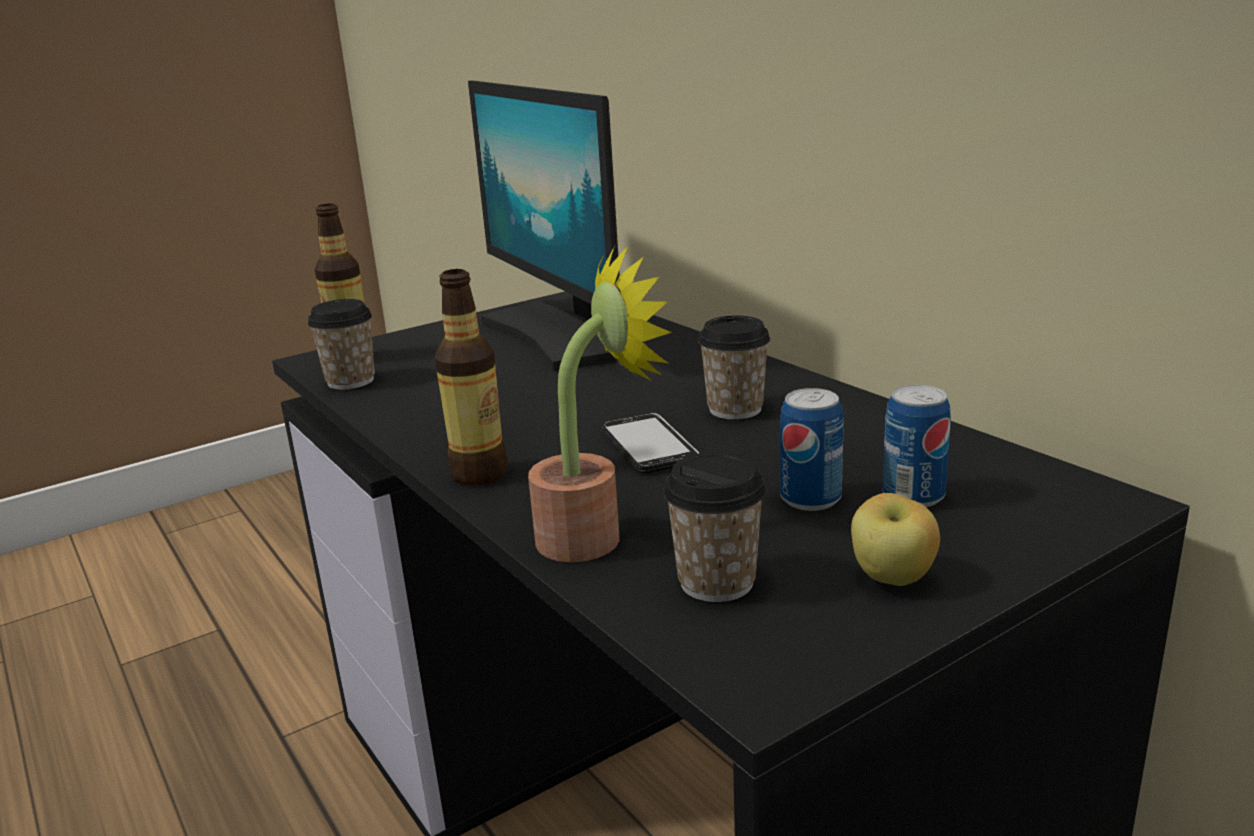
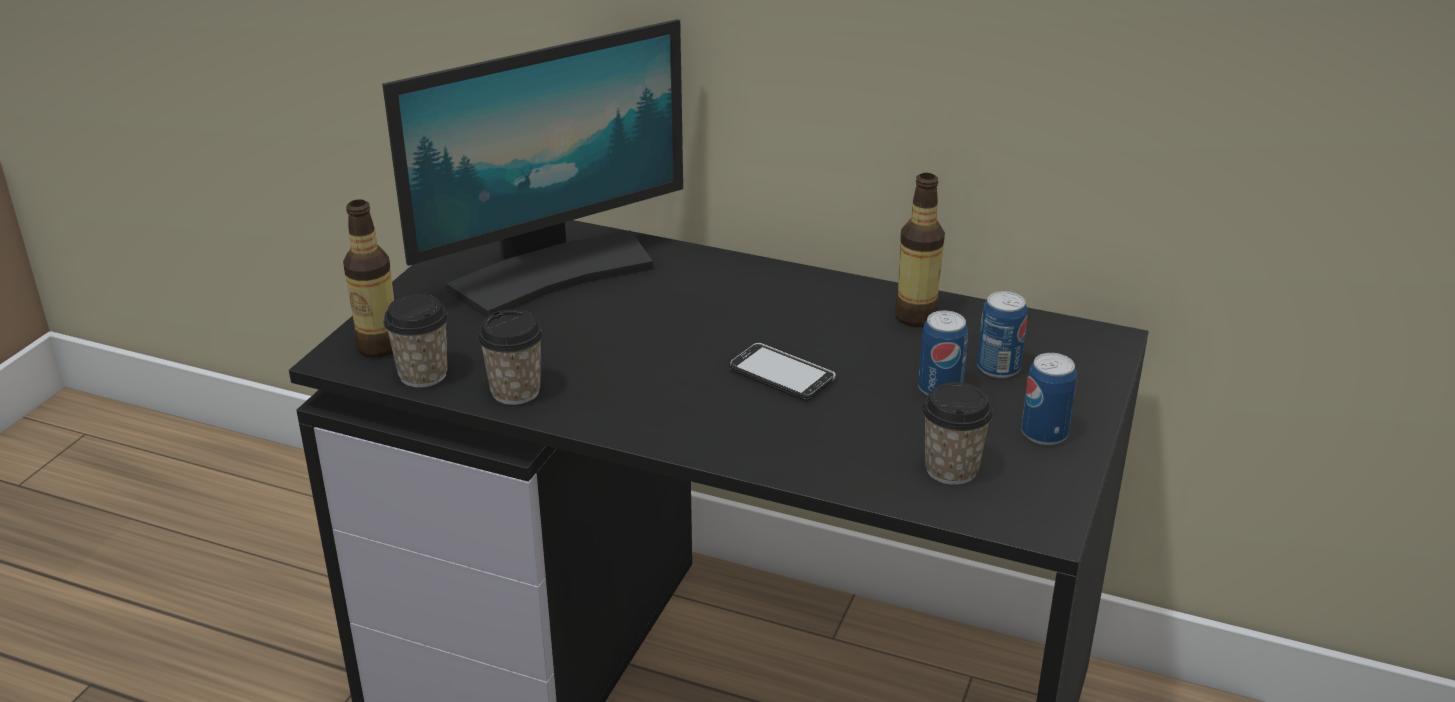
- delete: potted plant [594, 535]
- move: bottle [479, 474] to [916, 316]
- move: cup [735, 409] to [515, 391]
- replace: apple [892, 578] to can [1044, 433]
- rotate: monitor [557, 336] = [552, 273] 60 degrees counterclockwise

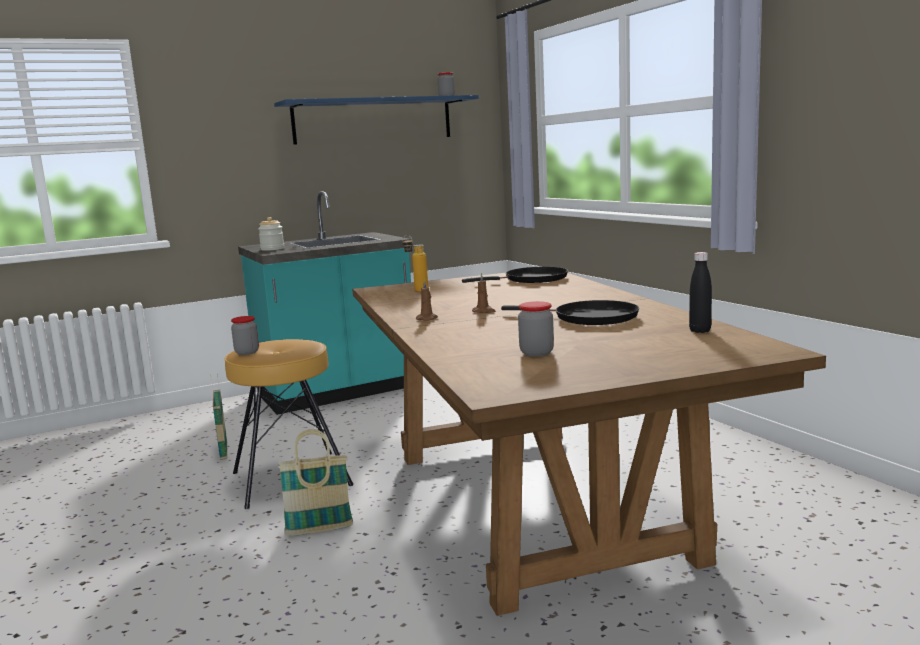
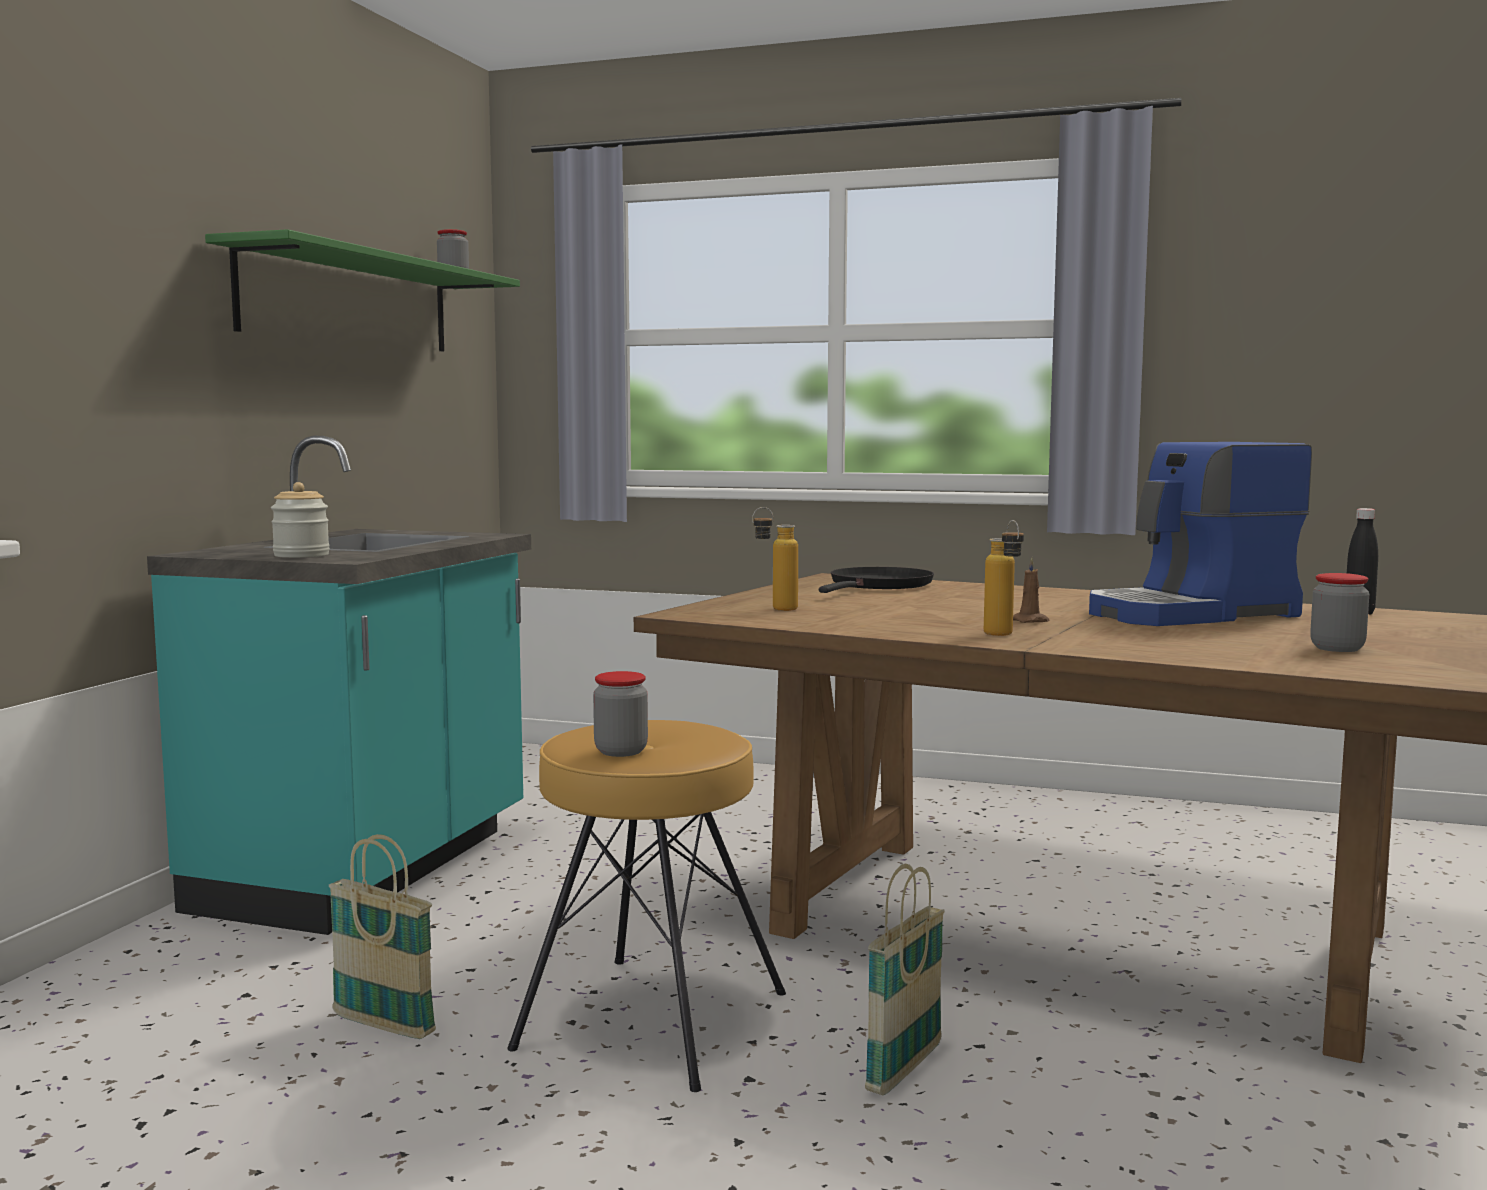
- replace: brown candle [427, 318] to bottle [1003, 635]
- replace: black frying pan [590, 318] to coffee machine [1192, 614]
- recolor: blue shelf [373, 120] to green shelf [349, 302]

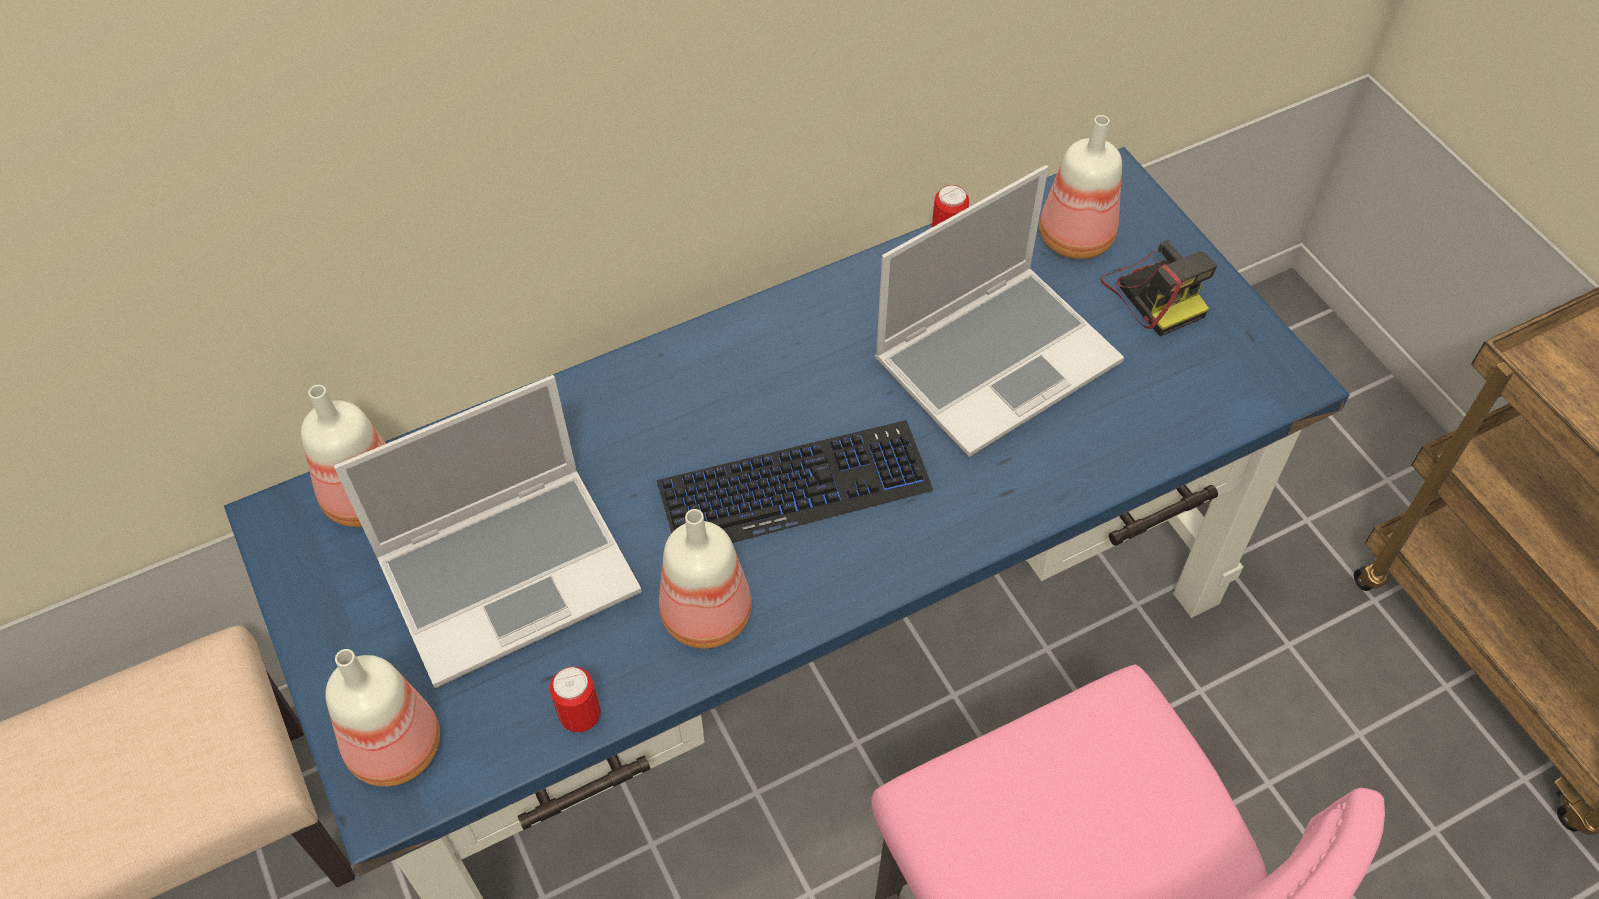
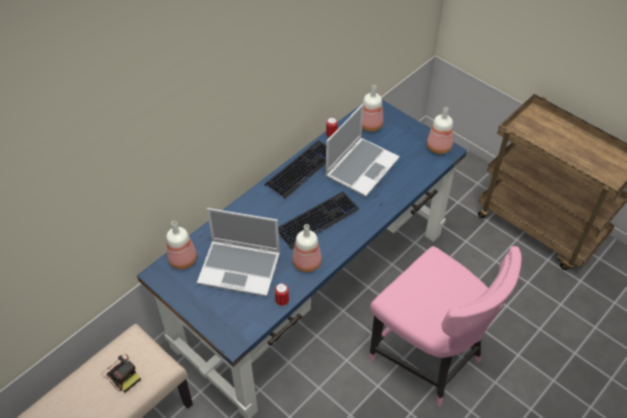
- insert: keyboard [301, 169]
- move: bottle [398, 749] to [439, 147]
- move: photo camera [1154, 293] to [122, 374]
- rotate: laptop [510, 573] = [241, 268] 60 degrees clockwise

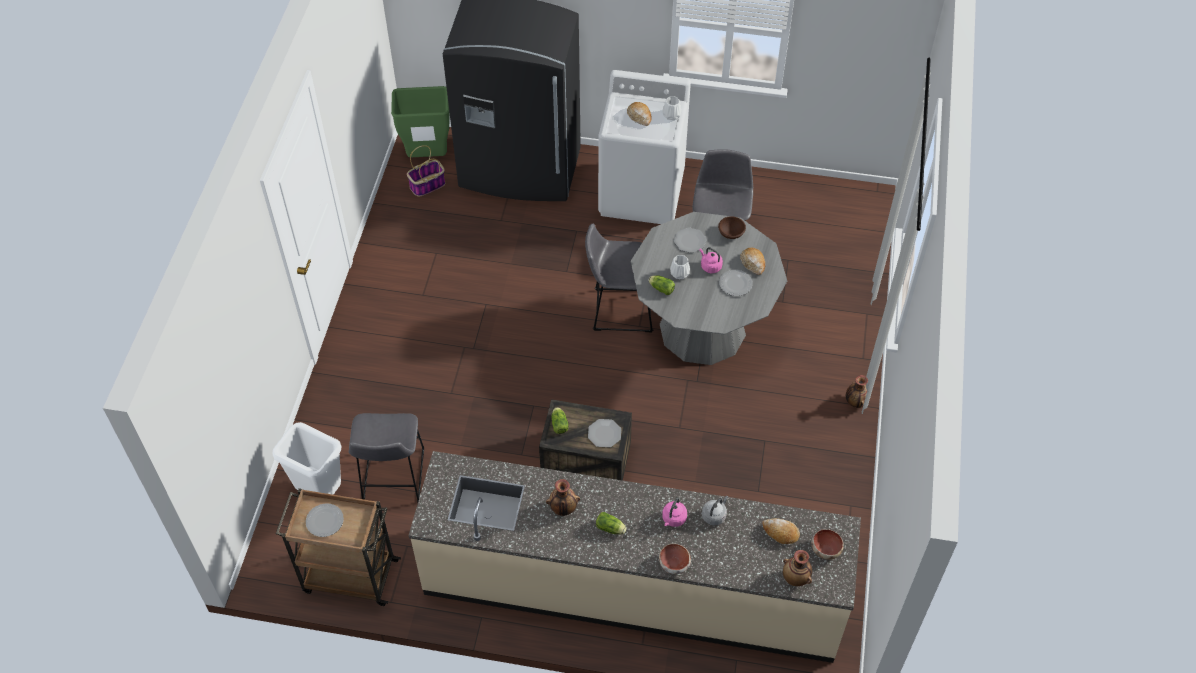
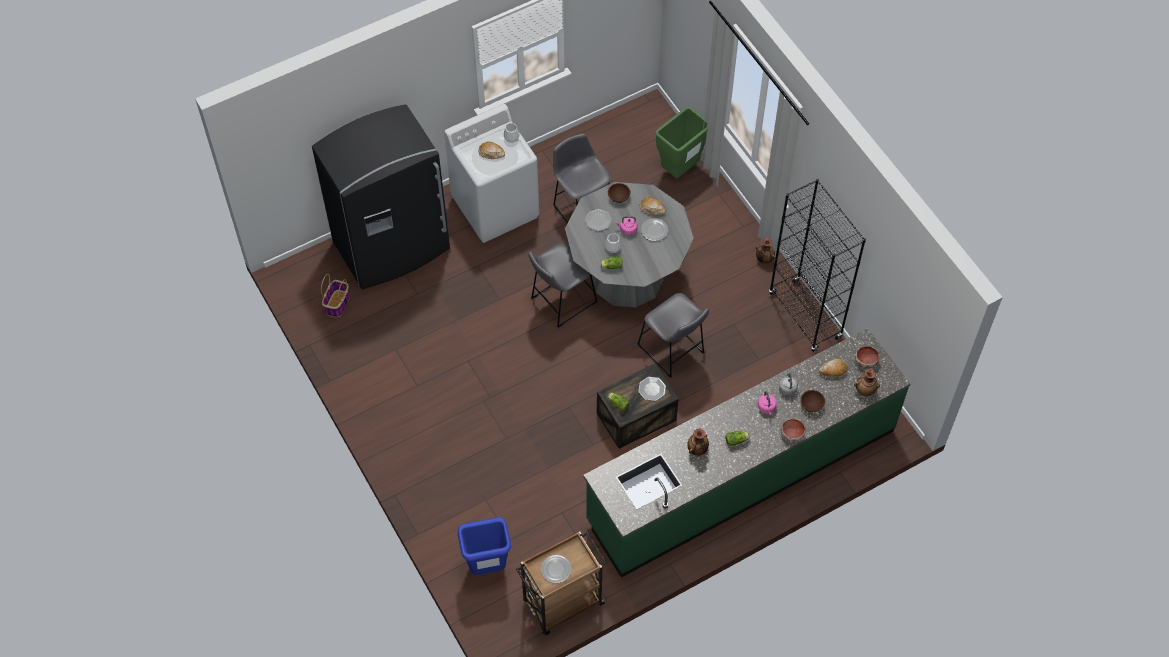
- insert: black bookcase [805, 316]
- insert: brown bowl [812, 405]
- move: grey stool [392, 479] to [672, 351]
- move: green trash can [427, 156] to [679, 170]
- recolor: white trash can [319, 491] to blue trash can [487, 566]
- recolor: beige counter [632, 587] to green counter [741, 475]

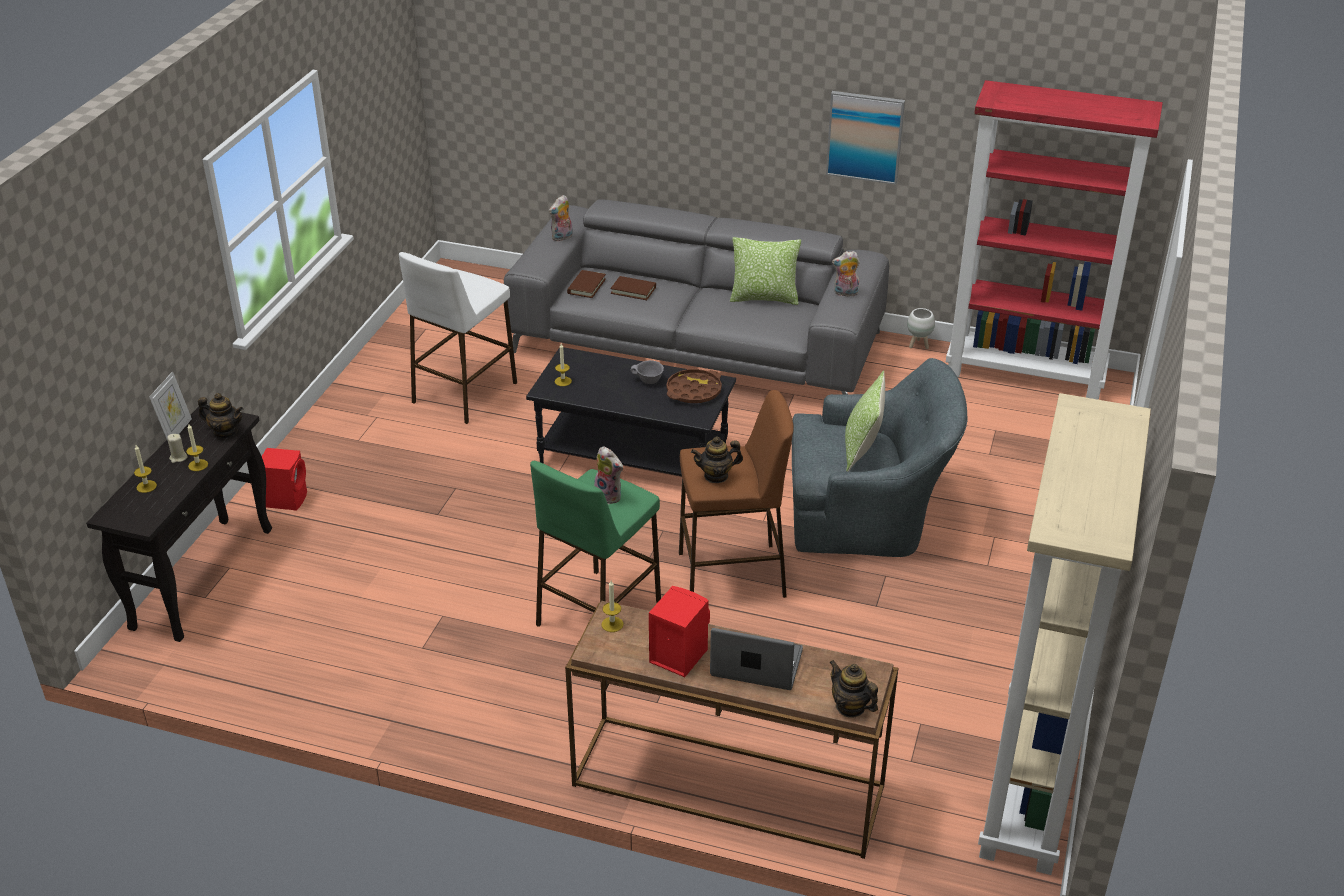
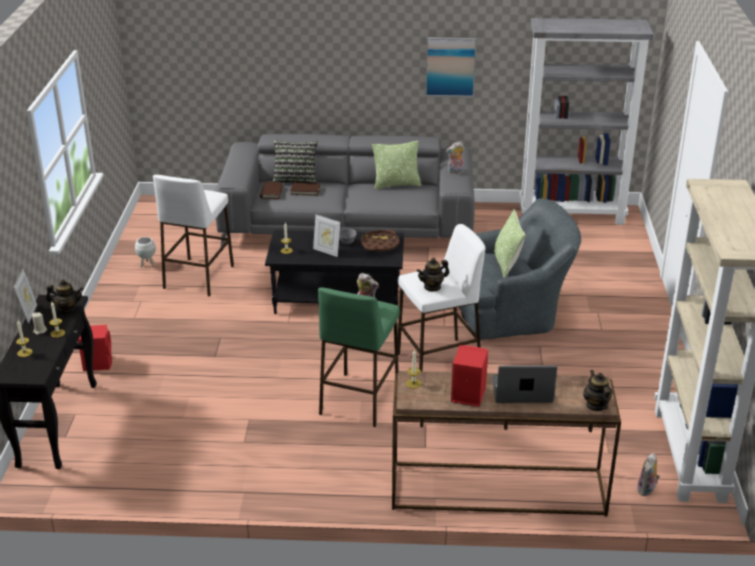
- insert: pillow [295, 180]
- insert: picture frame [327, 251]
- move: plush toy [562, 237] to [647, 490]
- move: white planter [918, 345] to [147, 265]
- recolor: brown stool [732, 574] to white stool [439, 361]
- recolor: red bookcase [1026, 374] to grey bookcase [572, 215]
- rotate: teapot [850, 707] = [596, 405] 45 degrees clockwise

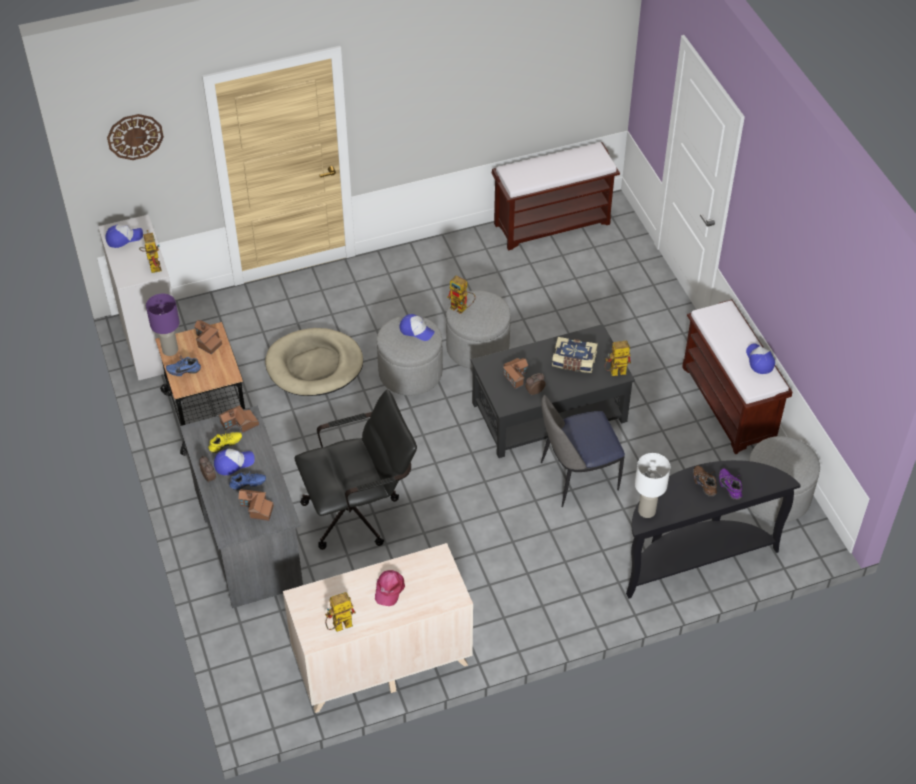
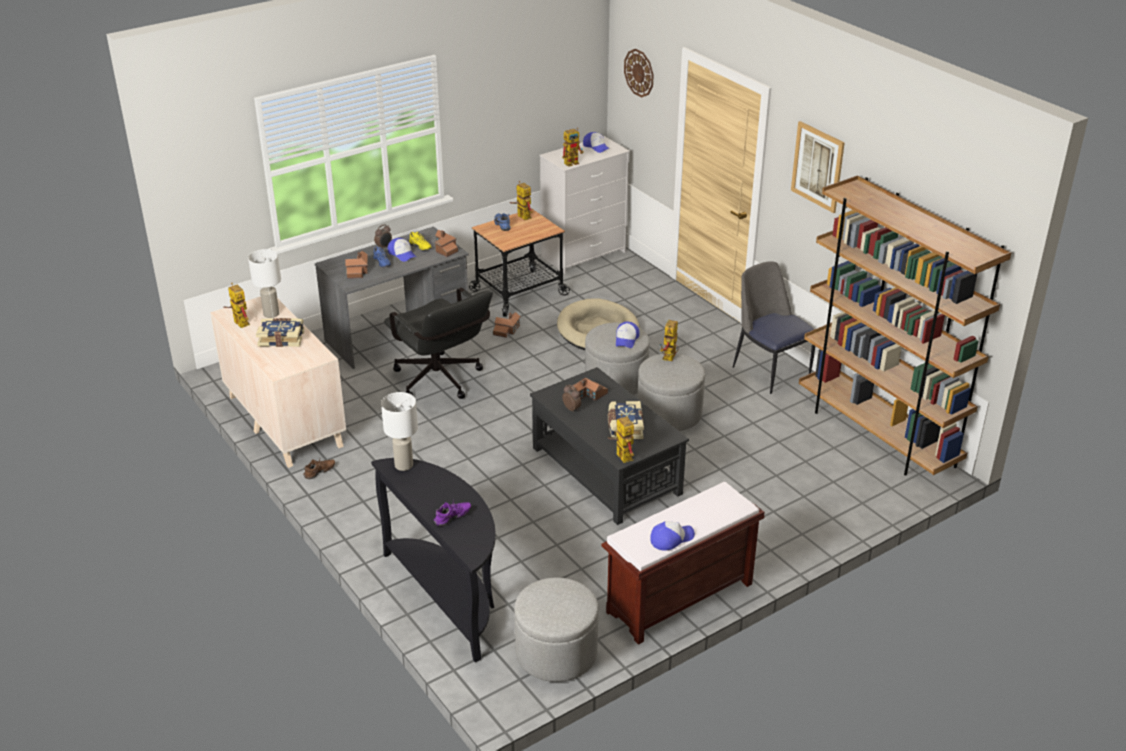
- insert: white table lamp [271, 314]
- insert: picture [817, 166]
- move: toy house [207, 341] to [506, 330]
- move: chair [576, 477] to [769, 371]
- move: brown shoe [705, 483] to [320, 473]
- replace: purple table lamp [170, 350] to toy robot [521, 216]
- replace: pink cap [389, 589] to book [281, 338]
- replace: brown bench [553, 223] to brown bookcase [877, 434]

